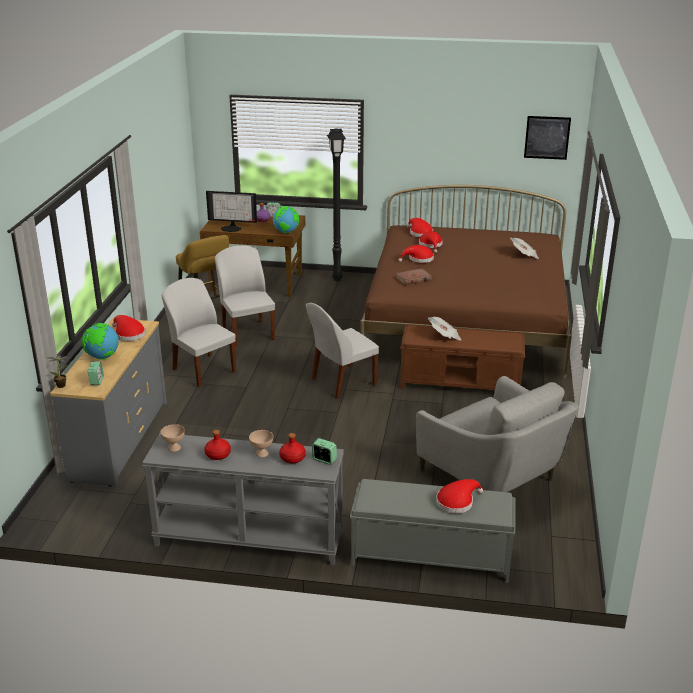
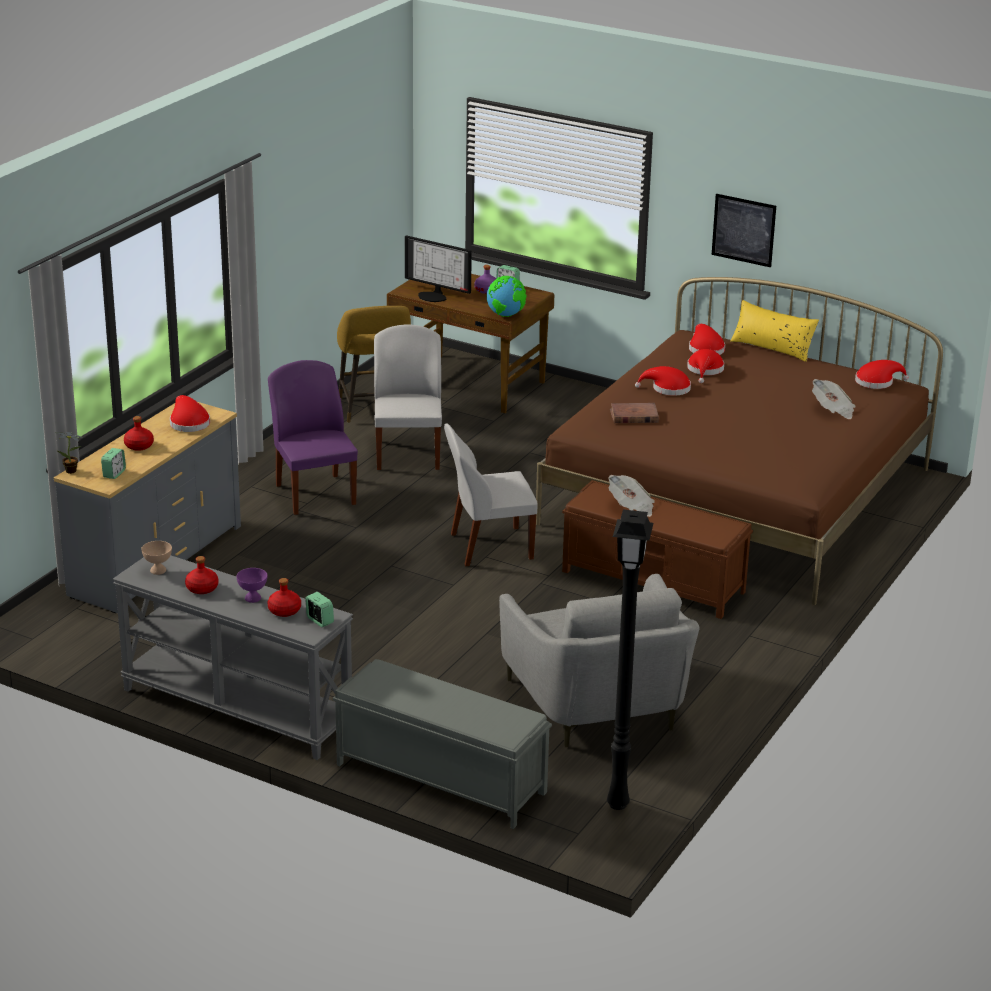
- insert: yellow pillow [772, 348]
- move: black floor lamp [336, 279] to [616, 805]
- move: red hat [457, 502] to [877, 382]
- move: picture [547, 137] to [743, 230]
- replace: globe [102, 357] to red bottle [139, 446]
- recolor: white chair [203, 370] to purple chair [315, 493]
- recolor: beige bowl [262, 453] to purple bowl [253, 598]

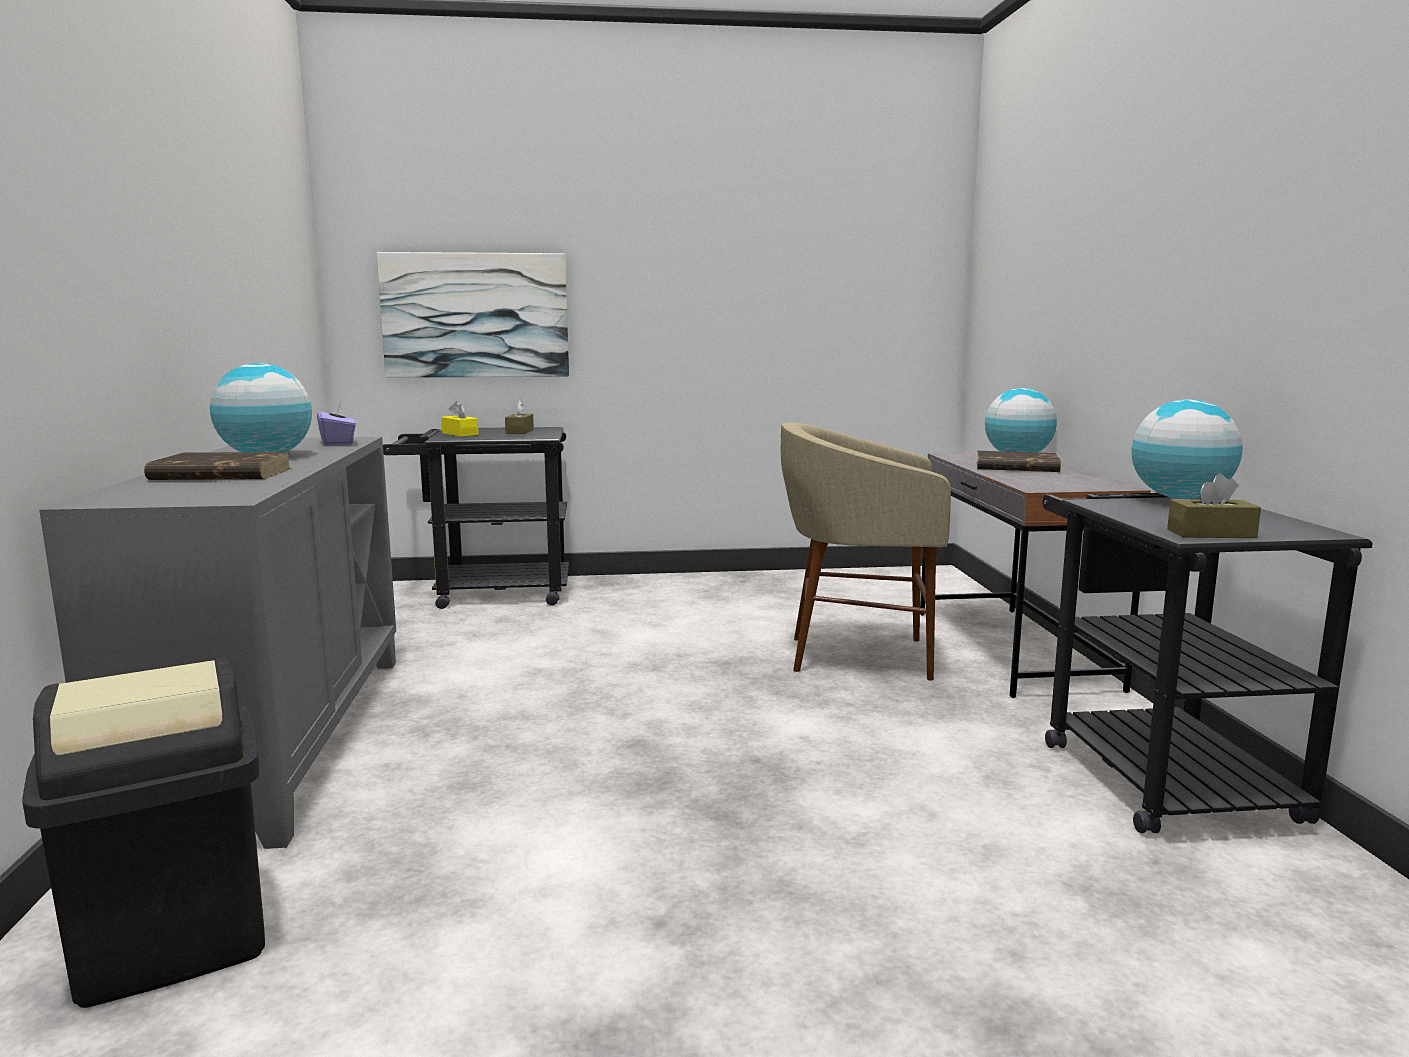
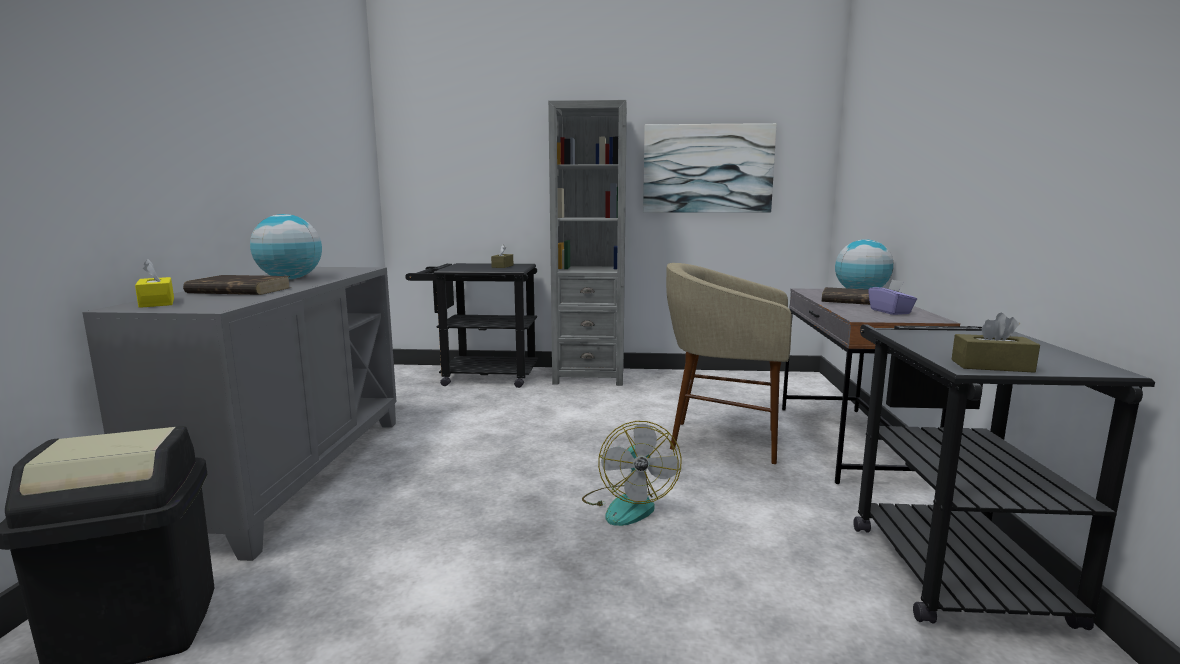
- delete: globe [1179, 498]
- insert: grey bookcase [589, 376]
- insert: fan [628, 505]
- move: purple tissue box [338, 443] to [890, 312]
- move: picture [475, 315] to [707, 169]
- move: yellow tissue box [460, 434] to [157, 302]

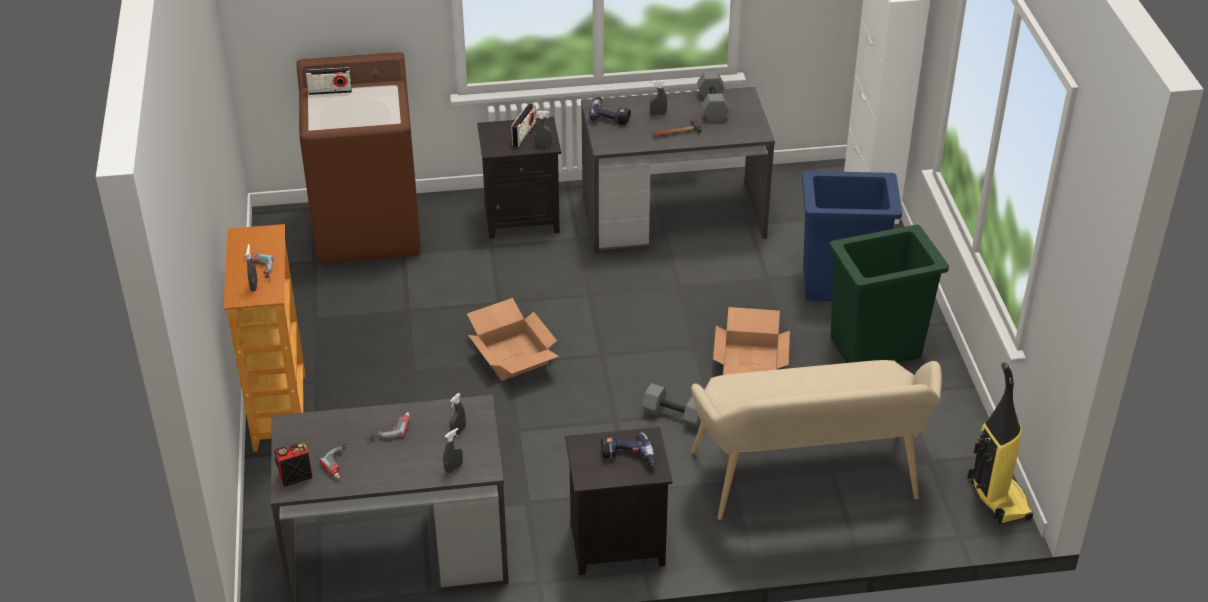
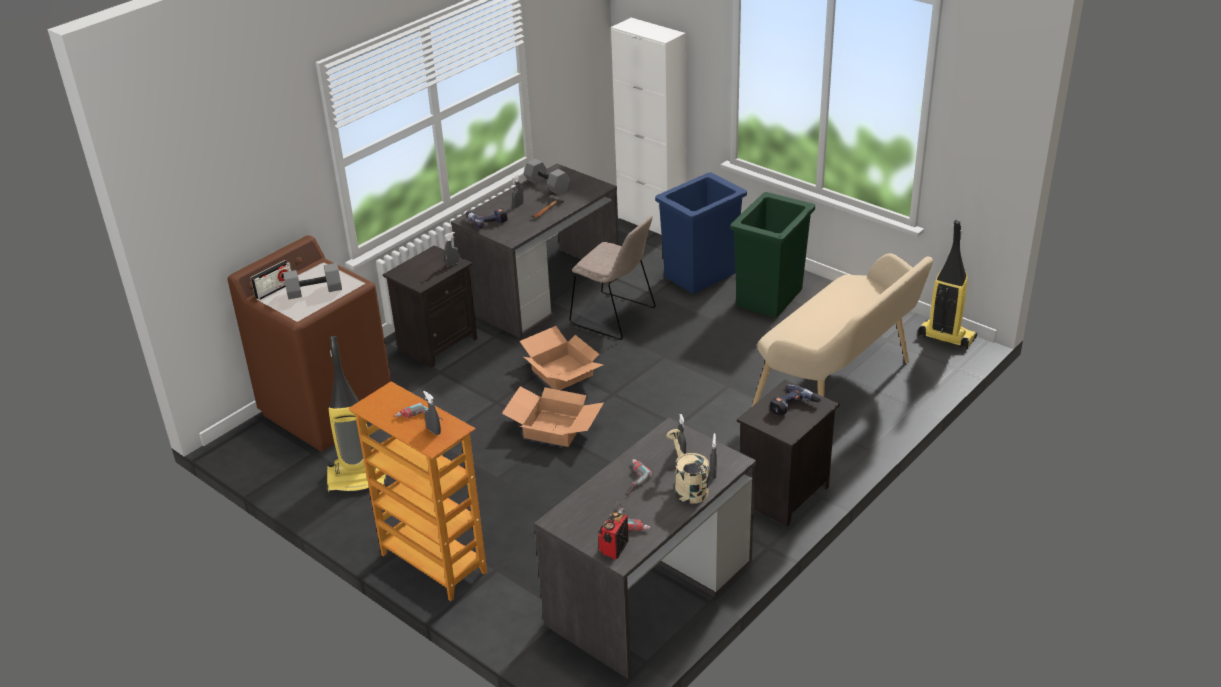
- delete: radio [524, 135]
- insert: vacuum cleaner [358, 479]
- insert: beige chair [615, 317]
- insert: beige watering can [688, 487]
- move: grey dumbbell [675, 415] to [315, 290]
- move: cardboard box [751, 364] to [563, 372]

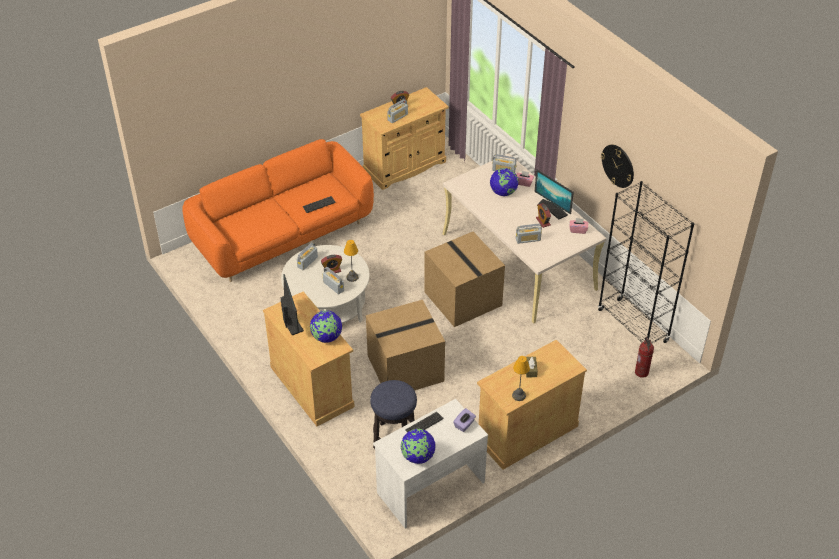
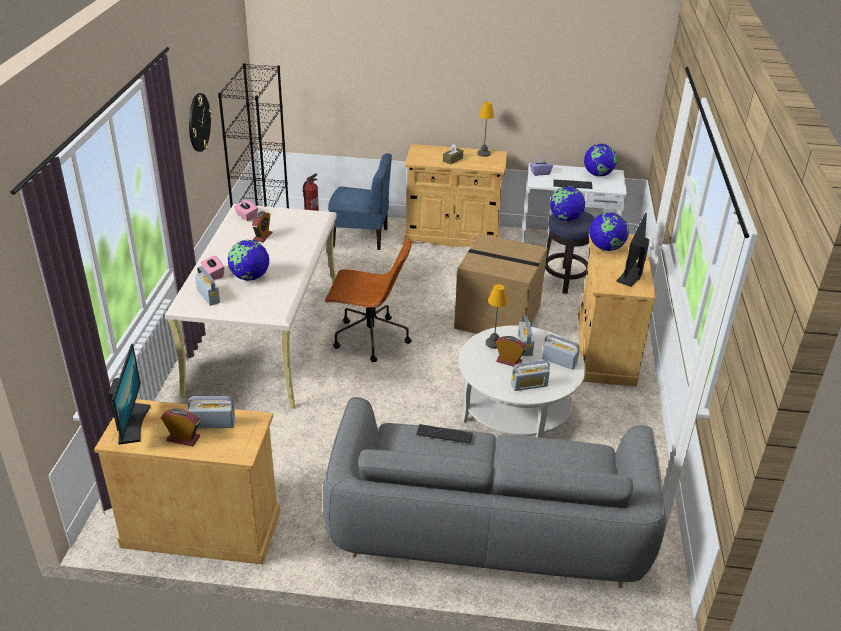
- insert: blue chair [360, 237]
- insert: globe [565, 219]
- move: radio [528, 239] to [559, 361]
- move: monitor [552, 209] to [132, 423]
- replace: cardboard box [461, 298] to brown office chair [369, 338]
- recolor: orange sofa [282, 235] to grey sofa [487, 532]

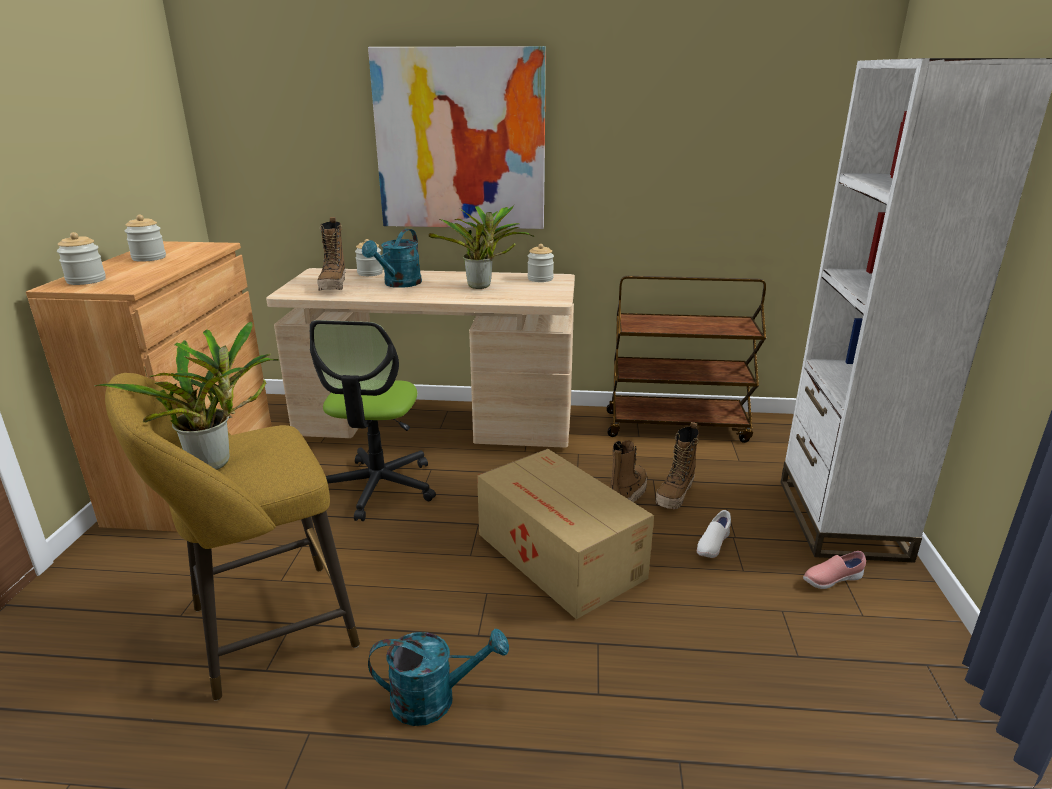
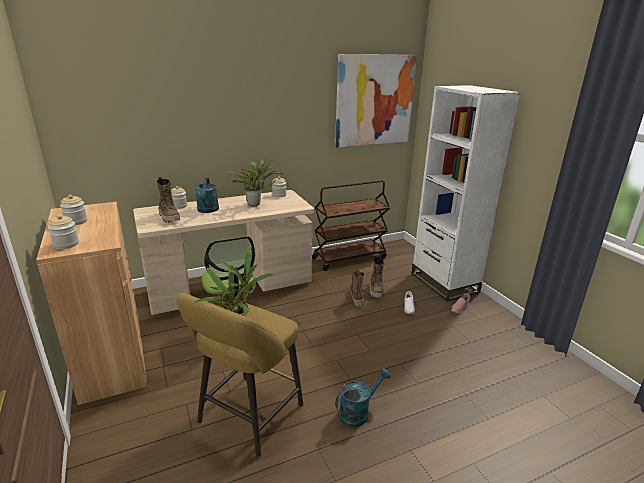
- delete: cardboard box [560, 557]
- move: picture [460, 141] to [374, 100]

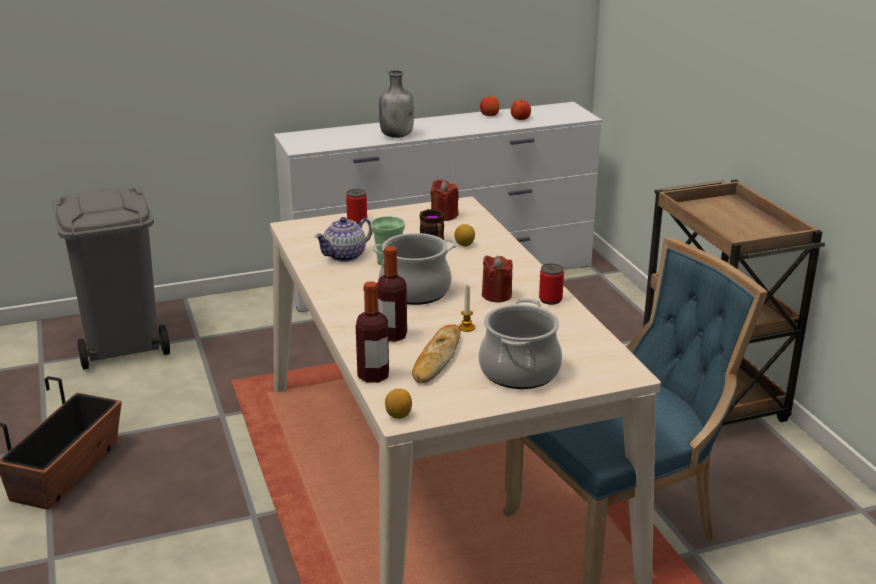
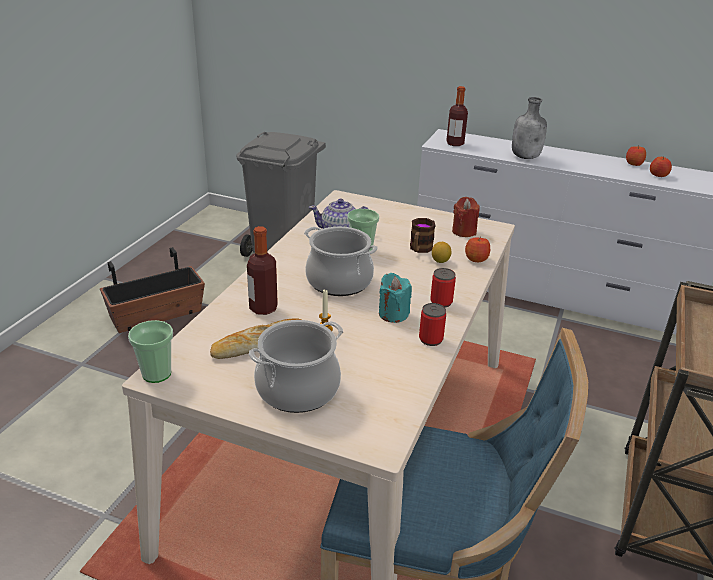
- insert: apple [476, 259]
- move: can [357, 220] to [441, 302]
- move: bottle [373, 376] to [455, 143]
- replace: lemon [398, 415] to cup [156, 374]
- recolor: red candle [496, 295] to turquoise candle [393, 314]

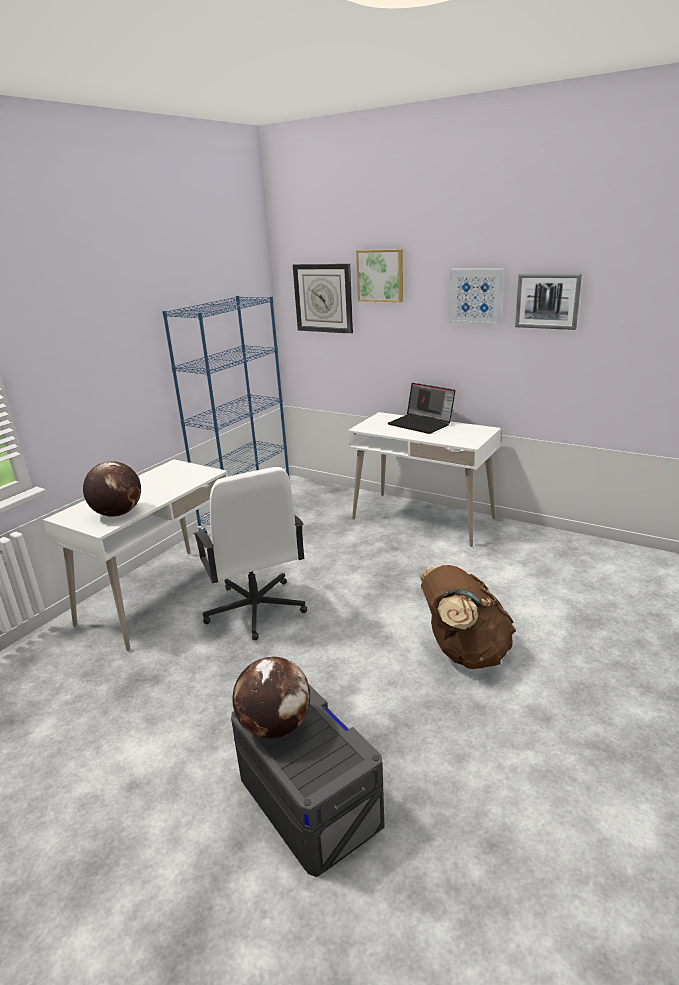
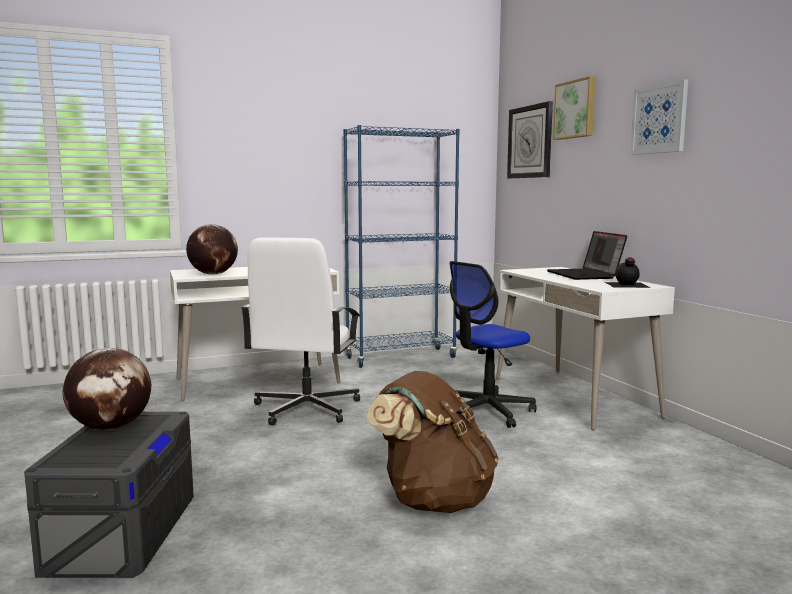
- delete: picture [547, 301]
- insert: office chair [486, 411]
- insert: black bottle [626, 284]

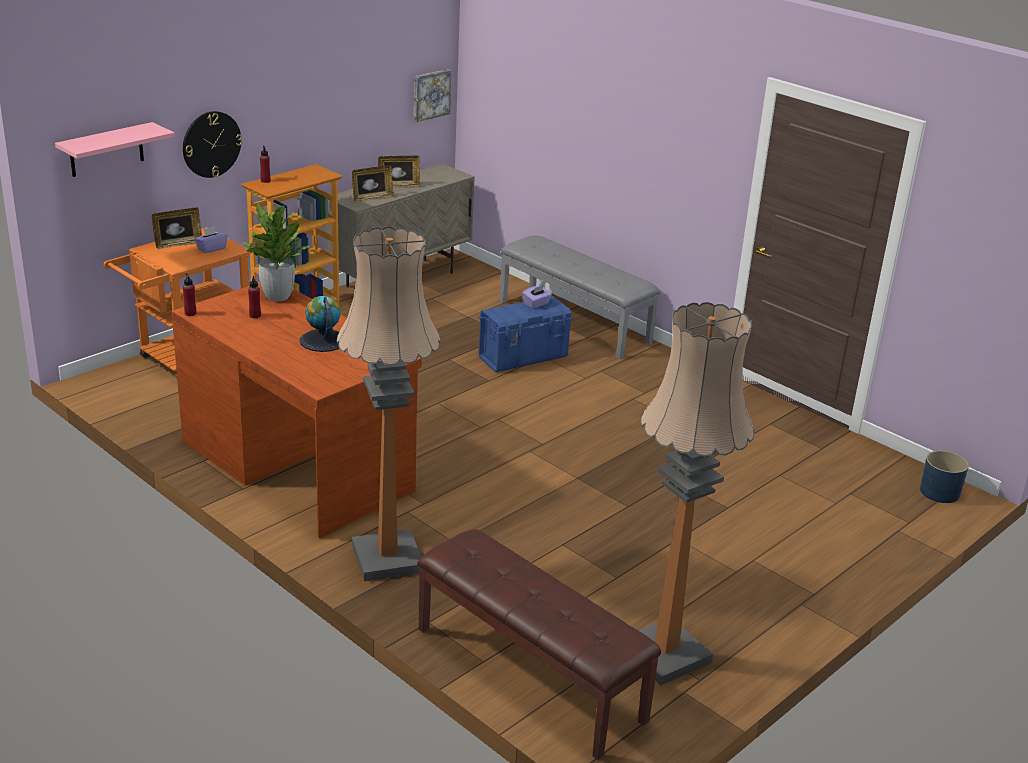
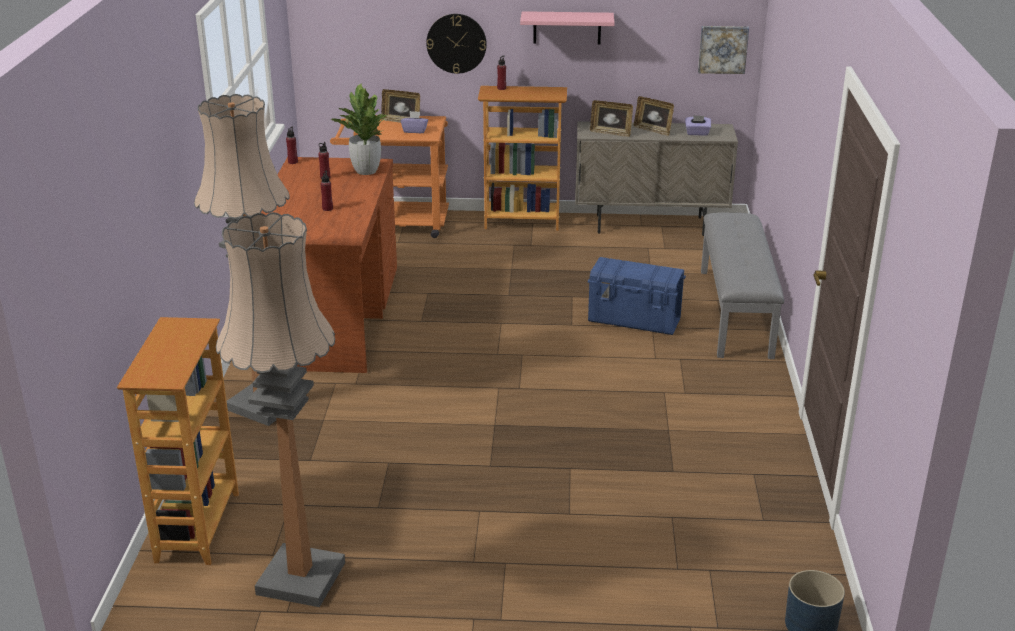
- move: pink shelf [106, 150] to [567, 27]
- move: purple tissue box [536, 304] to [697, 133]
- replace: globe [323, 340] to red bottle [327, 208]
- replace: brown bench [527, 674] to bookcase [196, 527]

